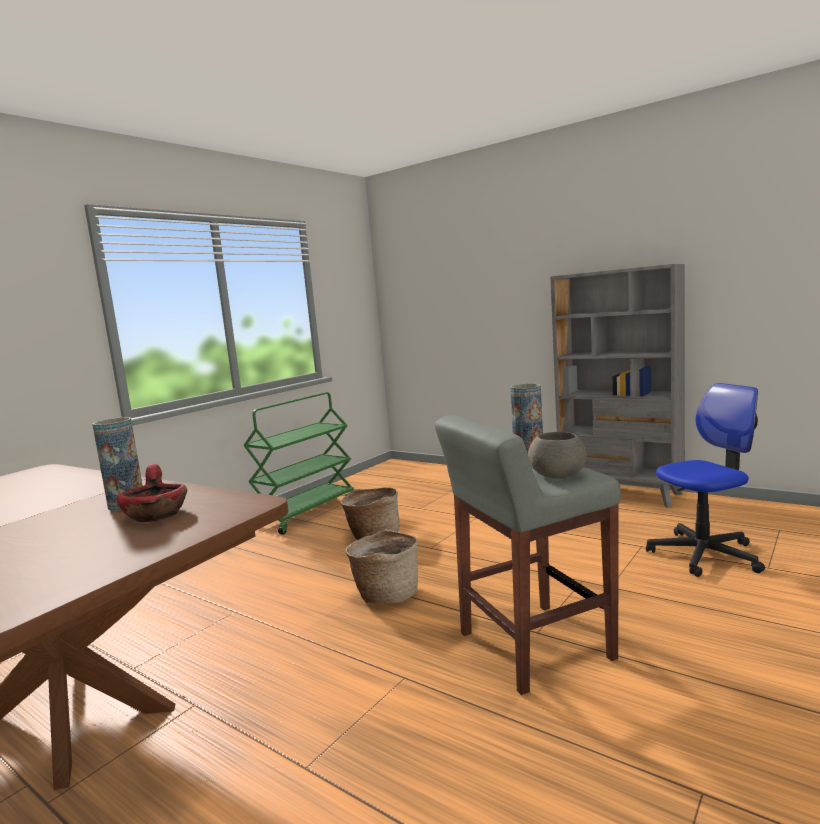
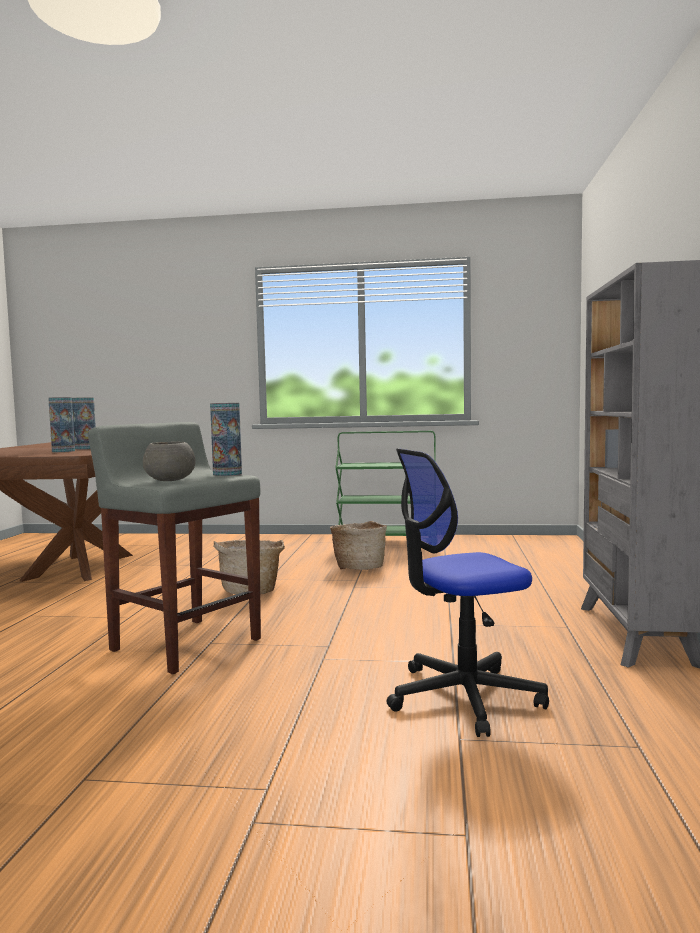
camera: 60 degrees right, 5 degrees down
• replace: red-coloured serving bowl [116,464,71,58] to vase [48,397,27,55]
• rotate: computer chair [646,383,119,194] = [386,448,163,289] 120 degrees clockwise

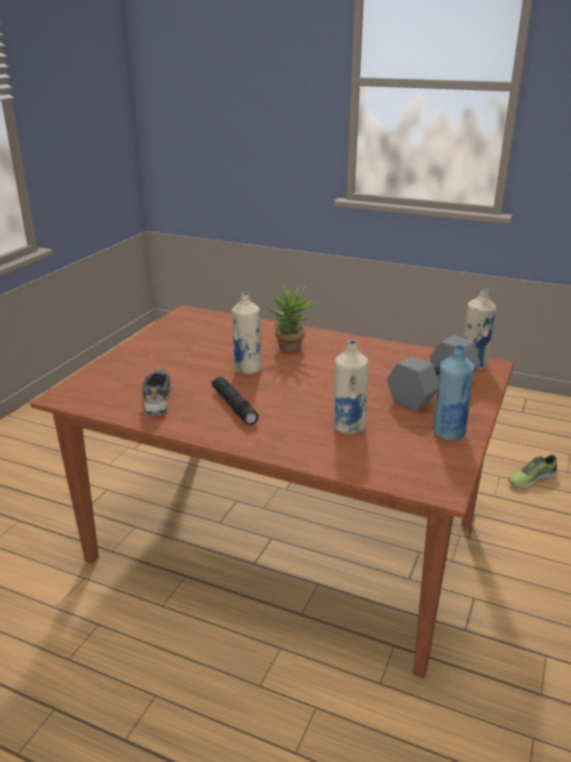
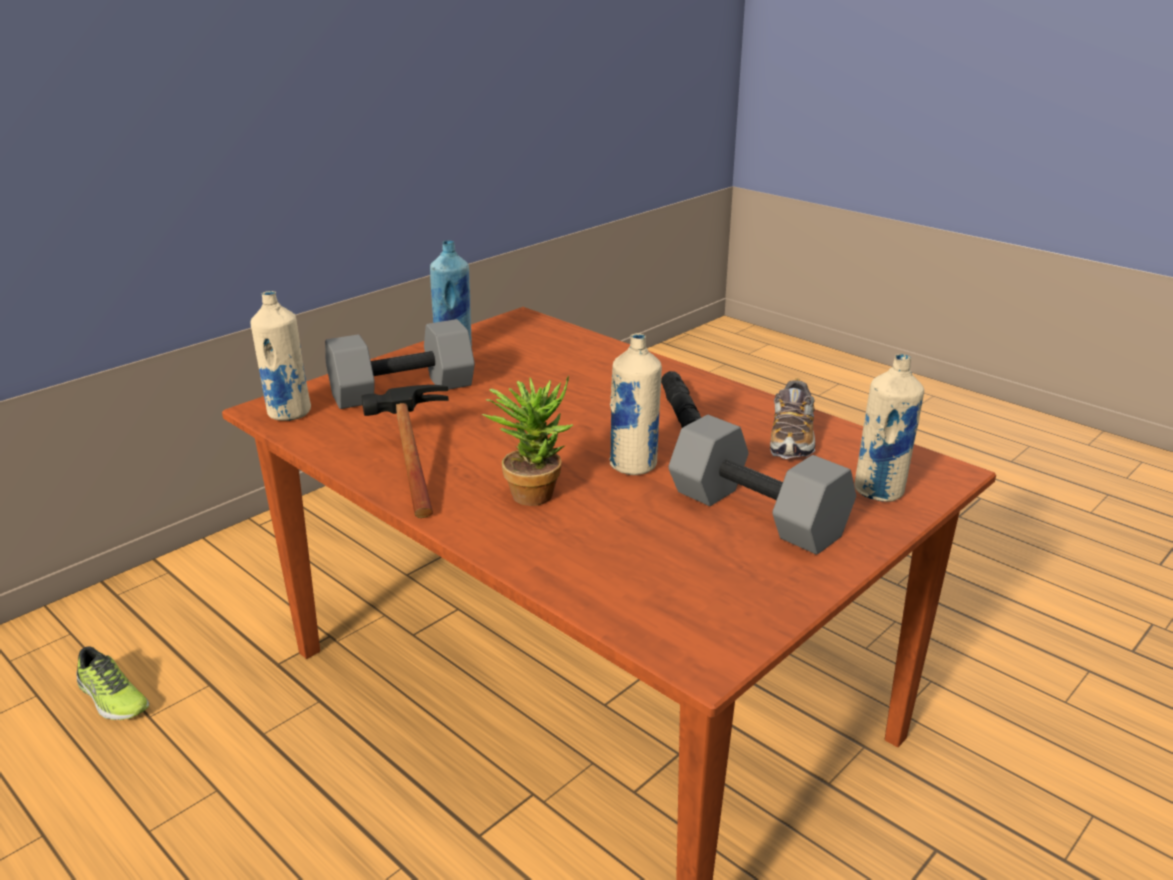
camera: 160 degrees left, 0 degrees up
• rotate: item of footwear [508,455,49,33] = [76,647,73,73] 45 degrees clockwise
• insert: hammer [361,385,87,133]
• insert: grey dumbbell [668,415,188,140]
• move: beige drink bottle [334,340,34,94] to [855,354,69,148]

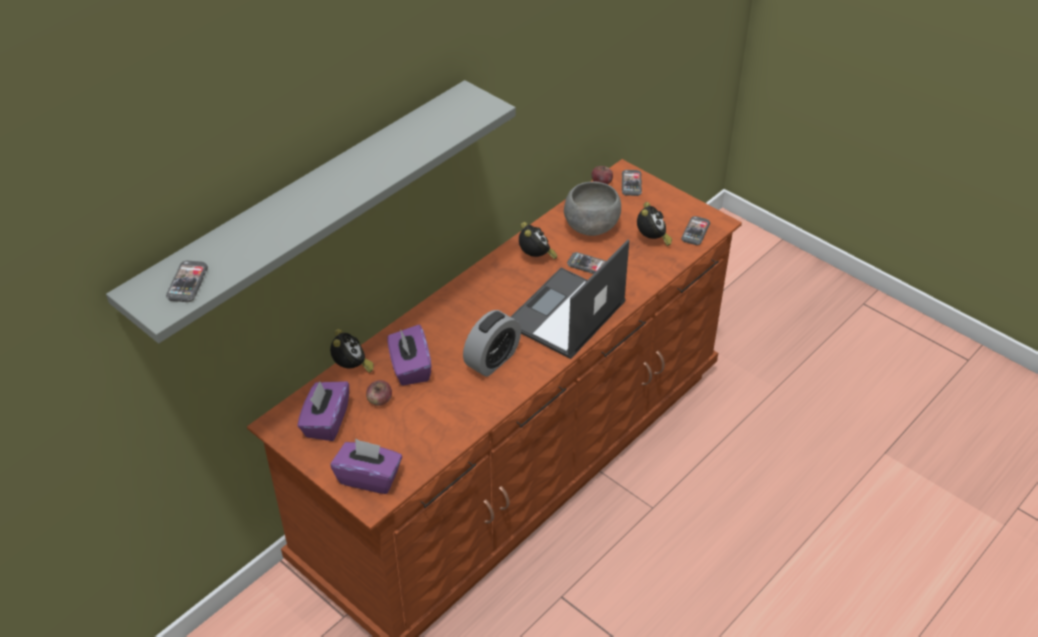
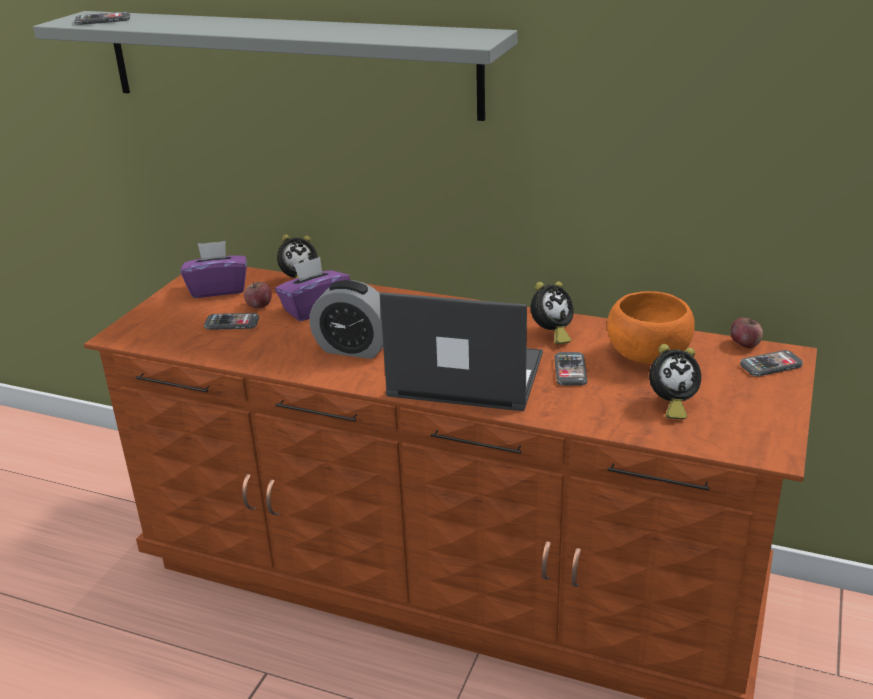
camera: 70 degrees right, 15 degrees down
• move: telephone [681,216,29,29] to [204,313,55,17]
• recolor: grey serving bowl [564,182,57,54] to orange serving bowl [607,291,88,73]
• delete: purple tissue box [331,438,71,56]

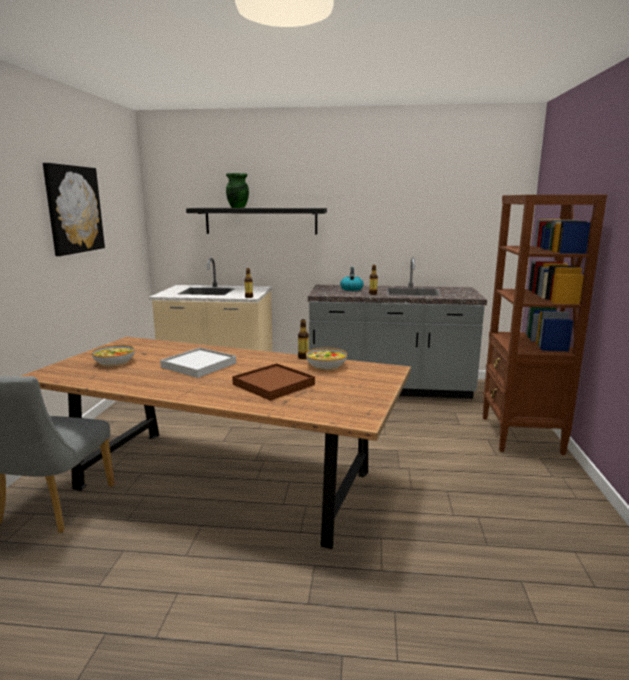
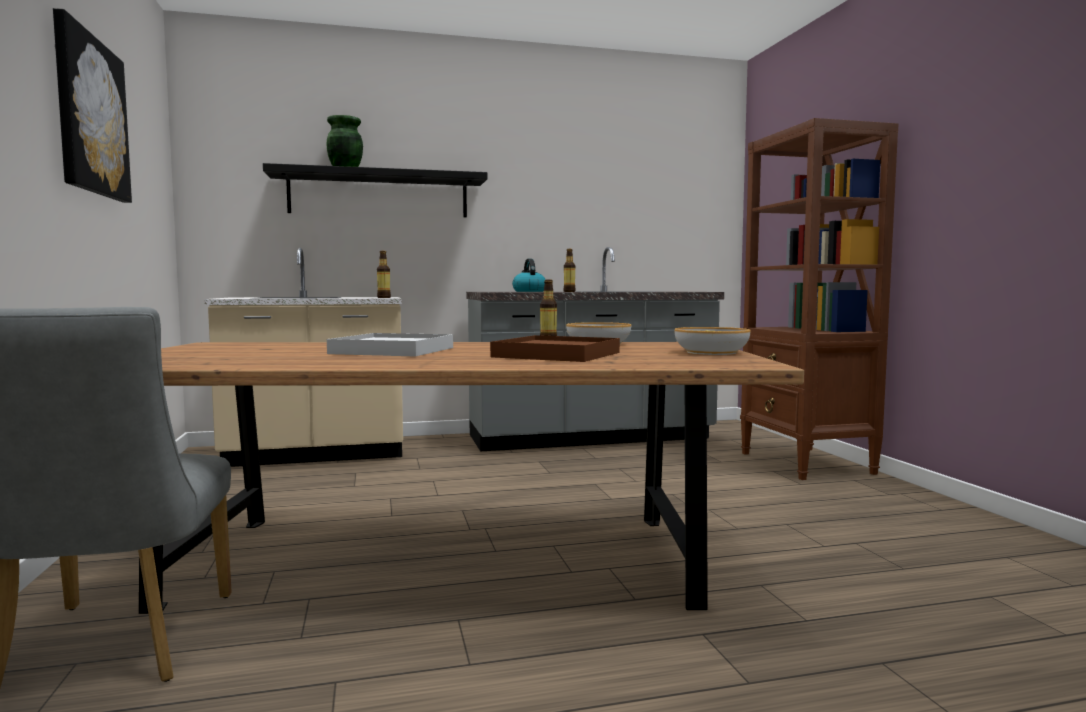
camera: 20 degrees left, 10 degrees down
• move: serving bowl [92,345,43,22] to [674,327,77,28]

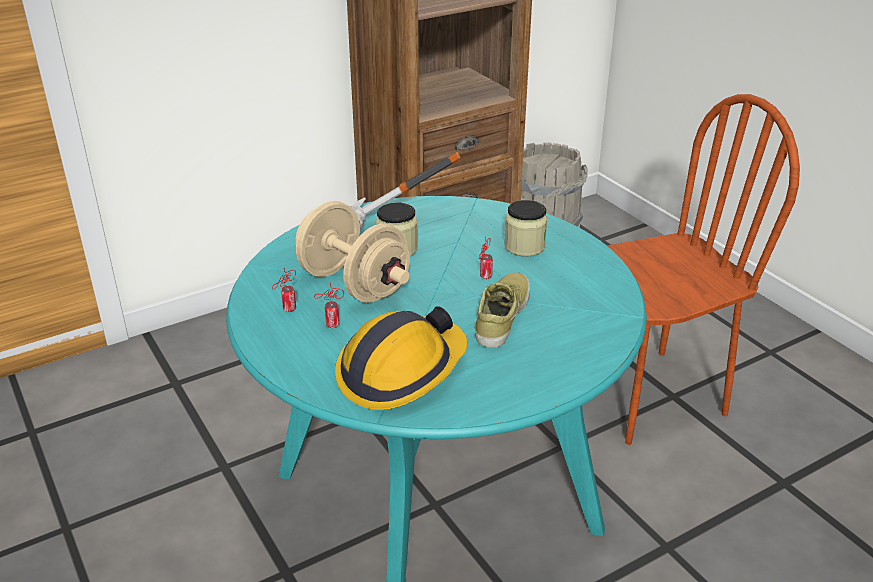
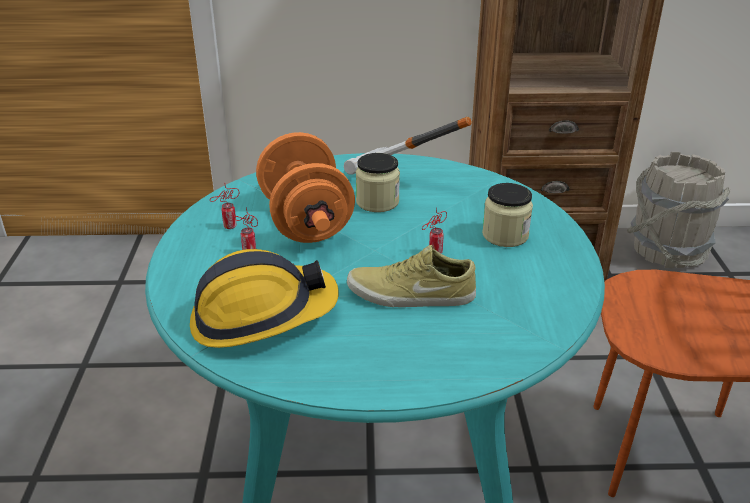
camera: 30 degrees right, 0 degrees up
• recolor: beige dumbbell [296,201,114,102] to orange dumbbell [256,132,99,111]
• rotate: beige item of footwear [475,272,55,76] = [347,245,129,62] 135 degrees counterclockwise

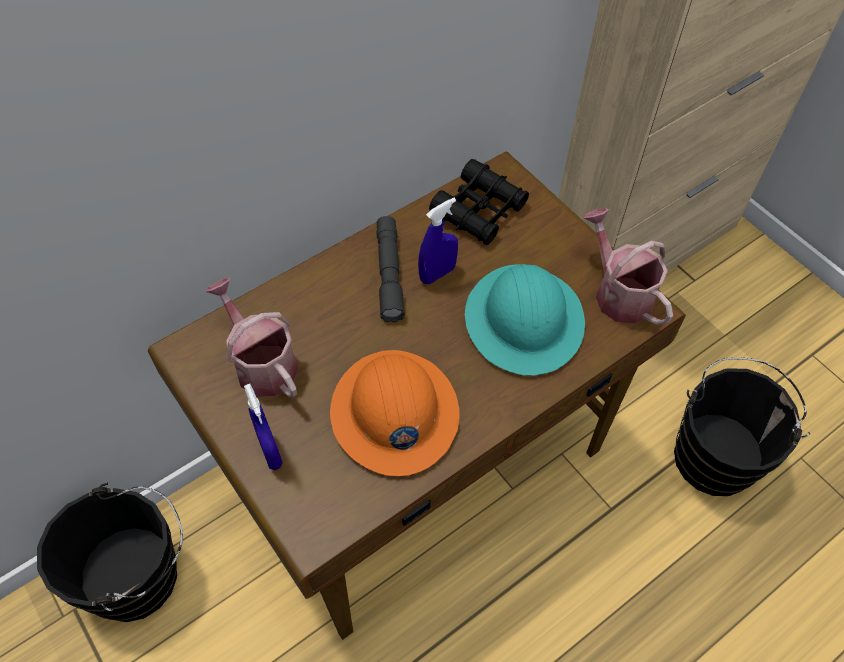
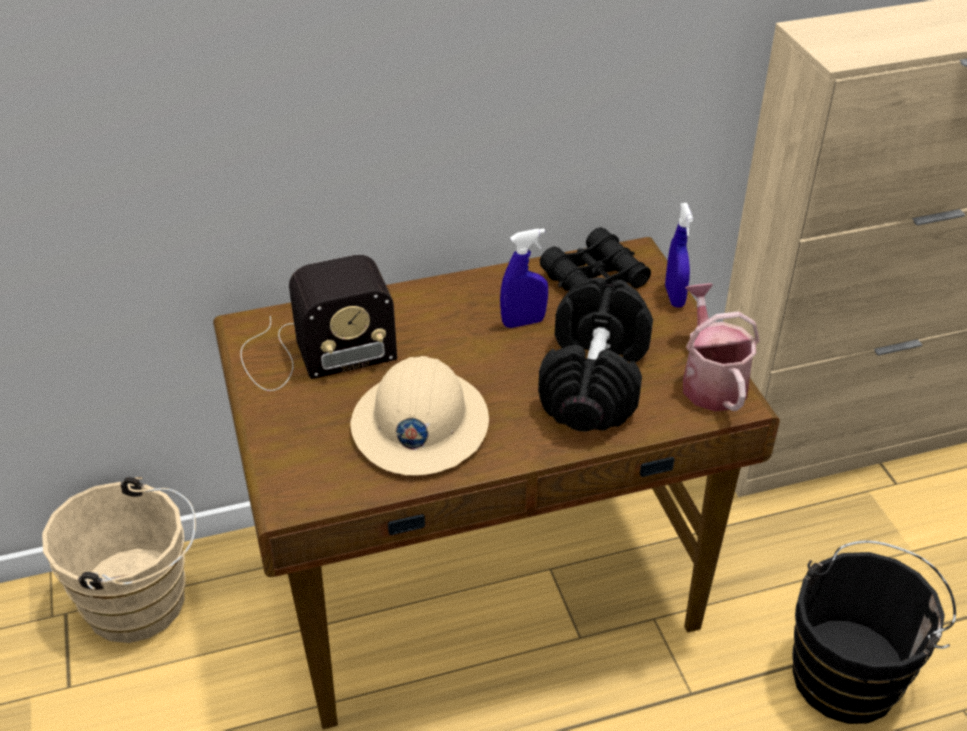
camera: 20 degrees right, 15 degrees down
• recolor: black pail [37,483,146,139] to beige pail [42,477,154,166]
• replace: watering can [205,278,93,120] to radio receiver [240,255,157,136]
• recolor: orange safety helmet [330,350,129,126] to beige safety helmet [350,356,139,120]
• replace: turquoise-coloured safety helmet [465,264,120,111] to black dumbbell [538,277,115,154]
• move: blue sprayer [244,384,39,86] to [665,203,28,104]
• delete: grey torch [376,216,29,106]

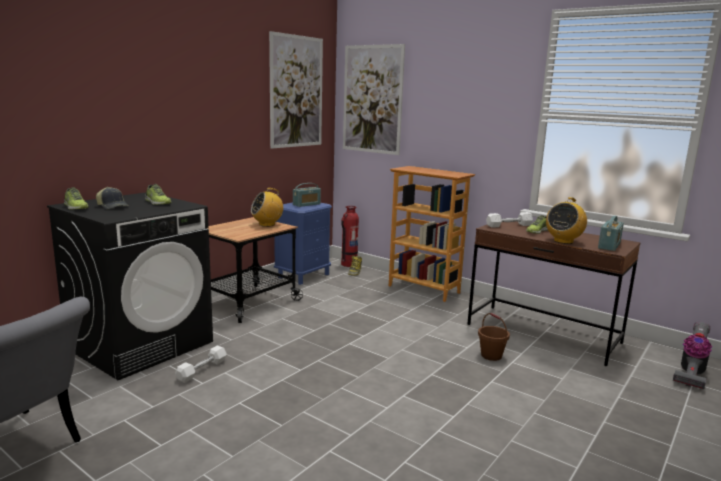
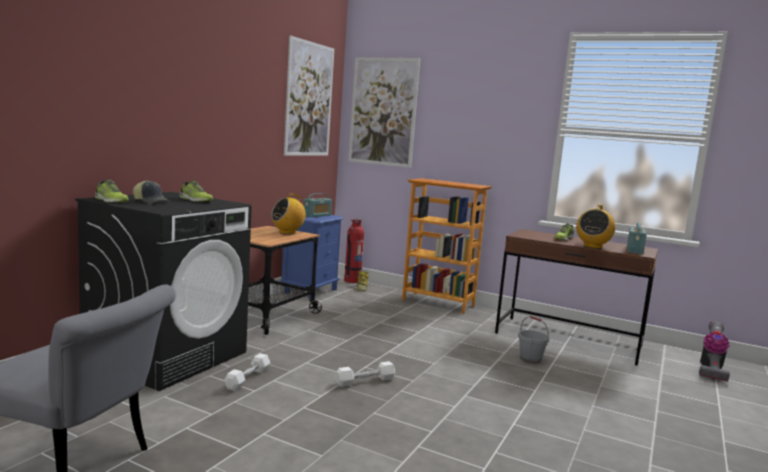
camera: 10 degrees left, 5 degrees down
• move: white dumbbell [486,212,47,16] to [335,361,60,26]
• recolor: brown pail [478,313,32,48] to grey pail [518,316,31,47]

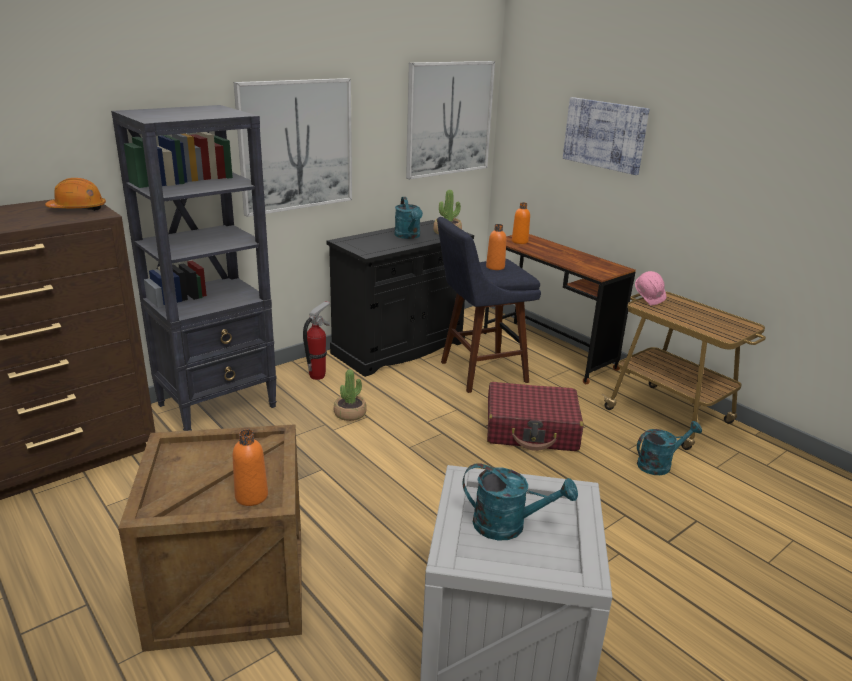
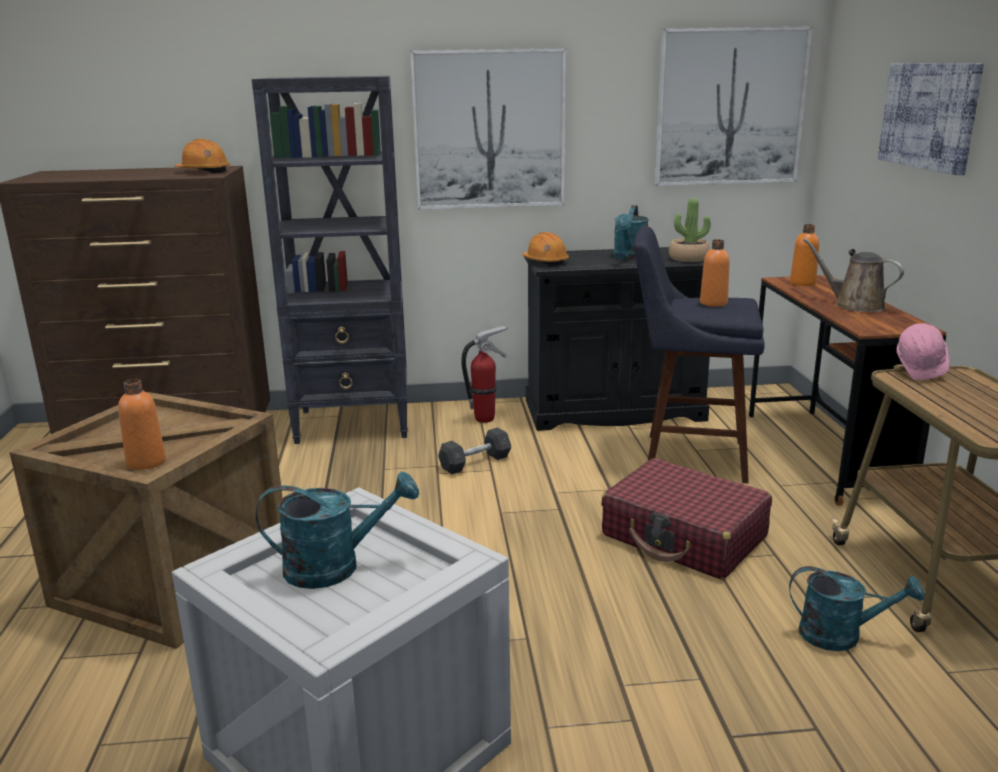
camera: 35 degrees right, 5 degrees down
• rotate: turquoise-coloured watering can [462,463,116,78] = [256,471,163,118] 60 degrees counterclockwise
• replace: plant in a pot [334,369,33,52] to grey dumbbell [438,427,73,47]
• insert: orange safety helmet [522,232,47,34]
• insert: brown watering can [803,238,101,74]

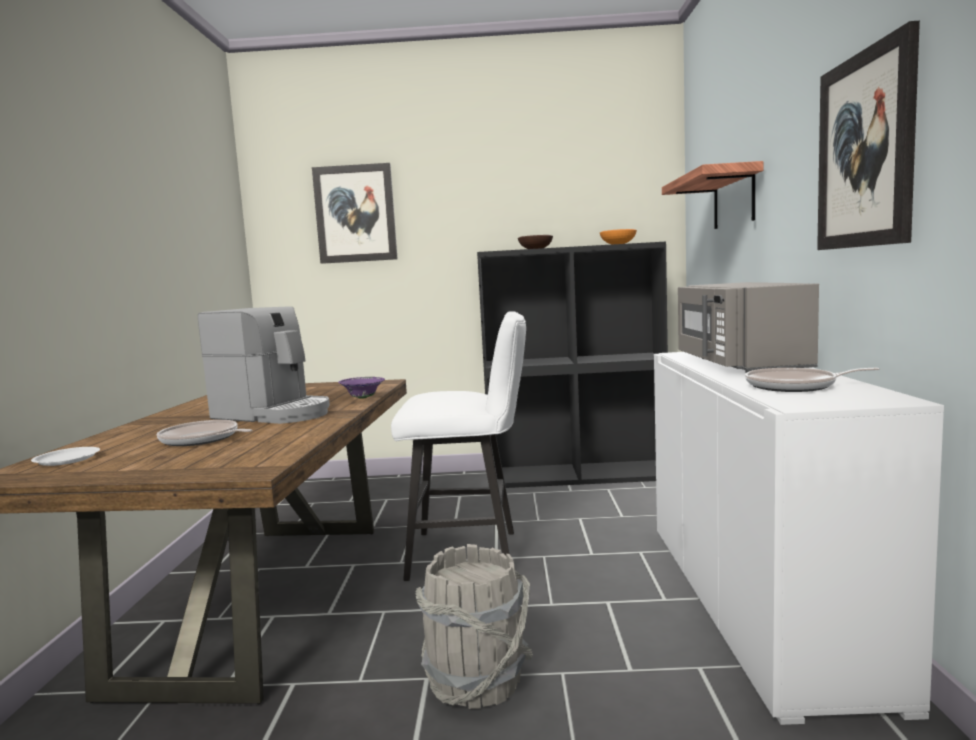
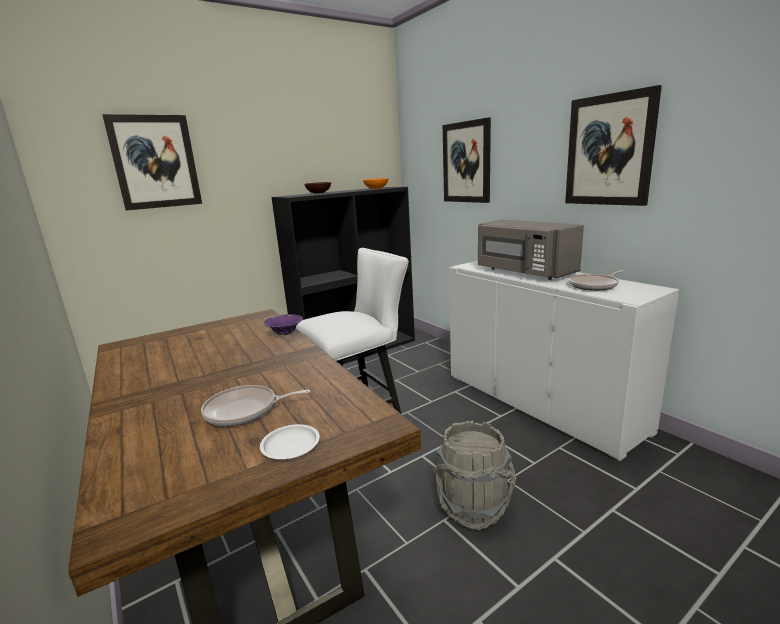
camera: 35 degrees left, 10 degrees up
• move: white flat dish [31,447,69,19] to [260,424,60,35]
• replace: shelf [662,161,101,68] to wall art [443,117,48,86]
• delete: coffee brewer [198,306,132,118]

